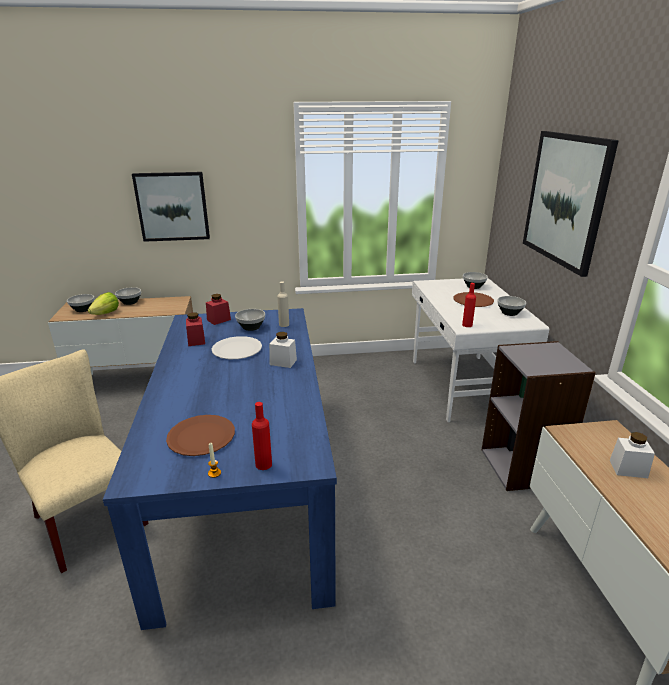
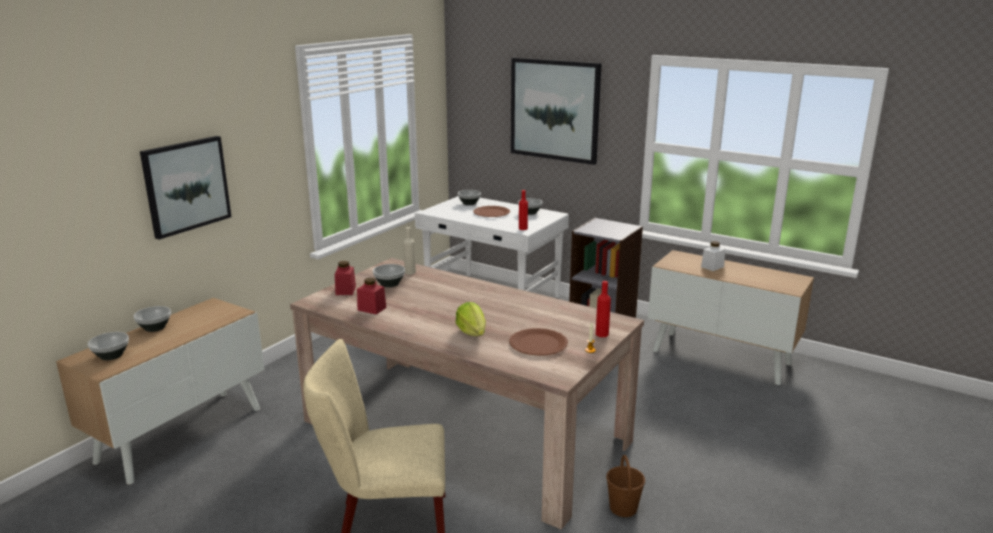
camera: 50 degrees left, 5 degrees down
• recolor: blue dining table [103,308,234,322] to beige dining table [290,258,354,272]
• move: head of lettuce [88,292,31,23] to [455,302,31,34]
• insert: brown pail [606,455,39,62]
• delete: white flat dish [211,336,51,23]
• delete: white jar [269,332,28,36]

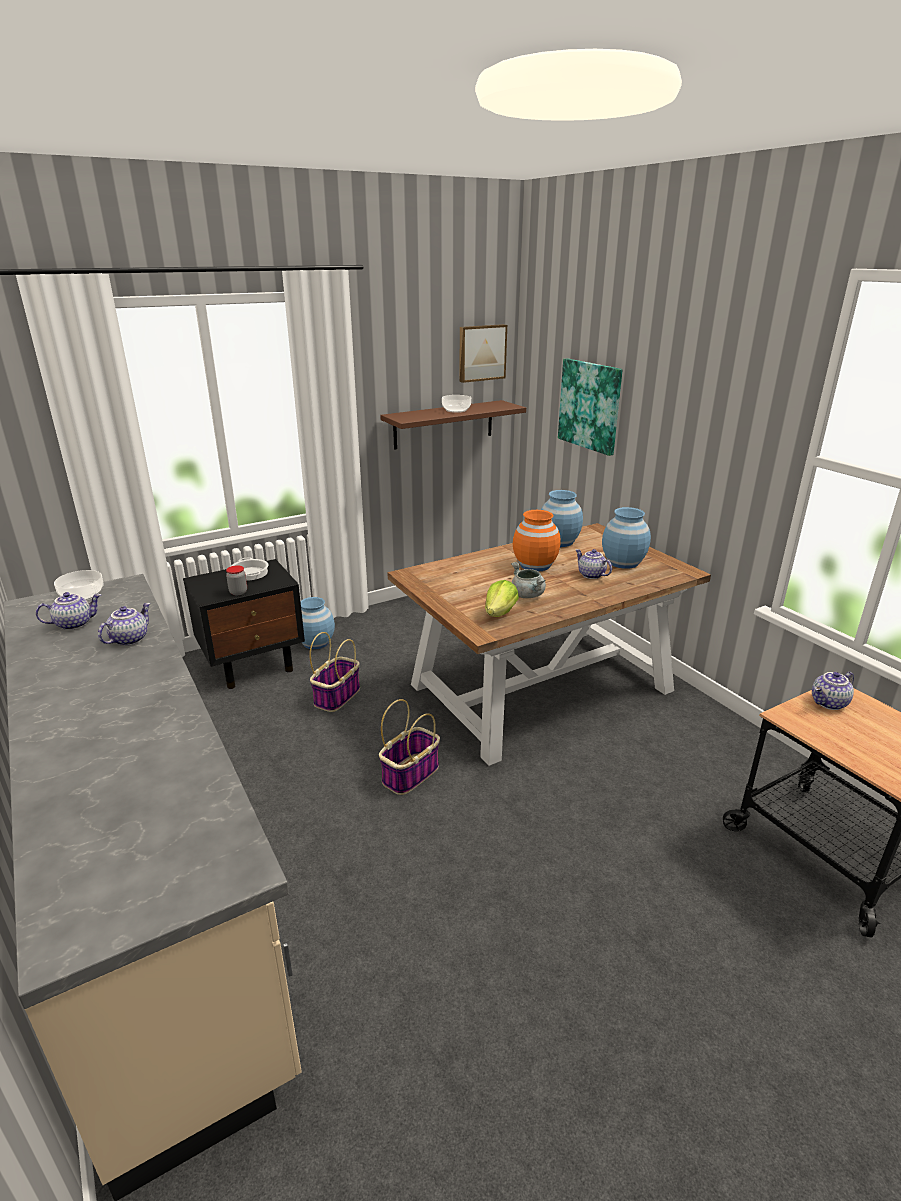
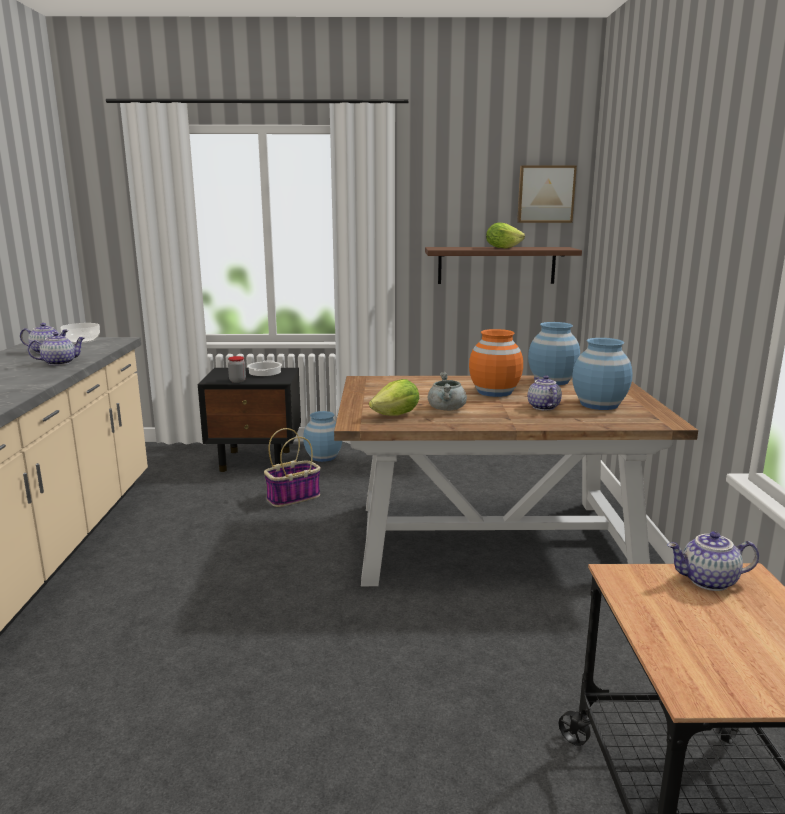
camera: 30 degrees right, 10 degrees down
• replace: serving bowl [442,395,29,18] to head of lettuce [486,223,39,26]
• delete: basket [379,699,61,96]
• delete: wall art [558,358,65,98]

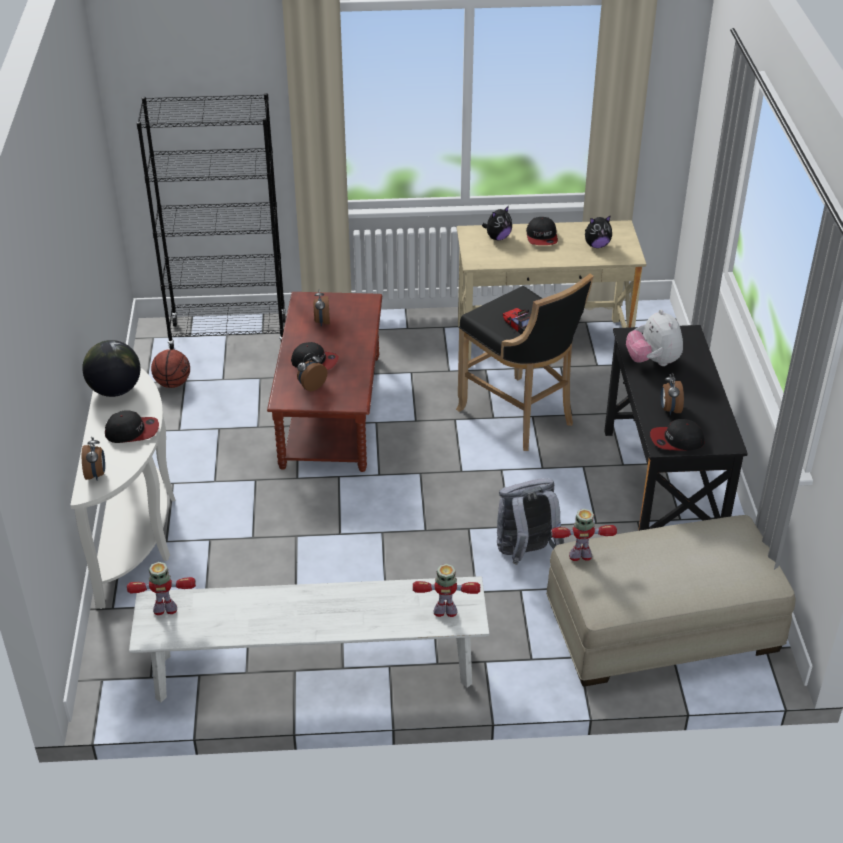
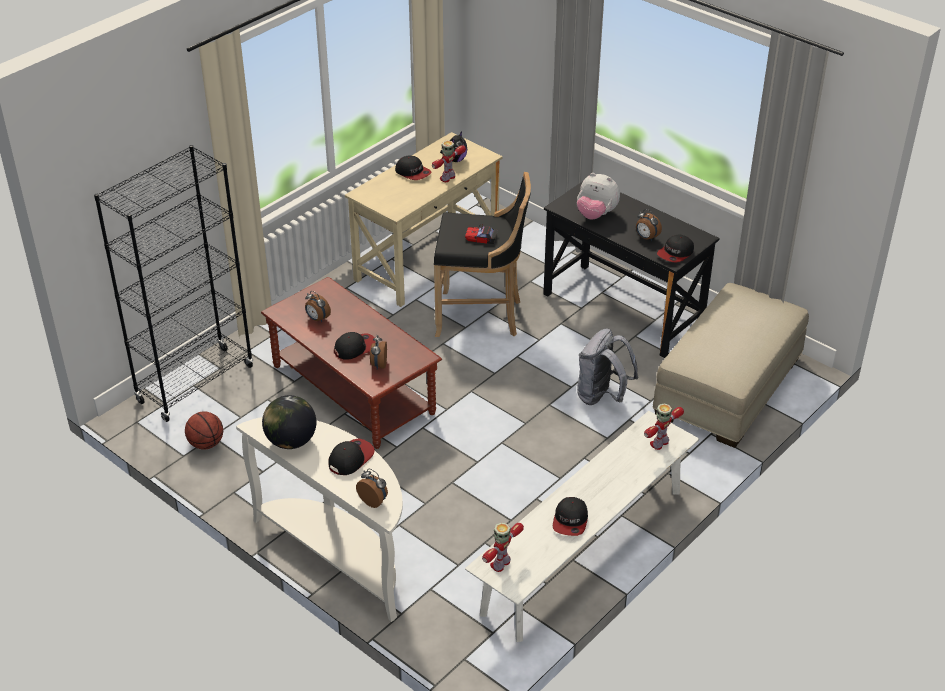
camera: 45 degrees left, 0 degrees up
• move: robot figure [551,509,66,52] to [432,140,34,42]
• insert: peaked cap [553,497,35,39]
• delete: soft toy [482,206,30,34]

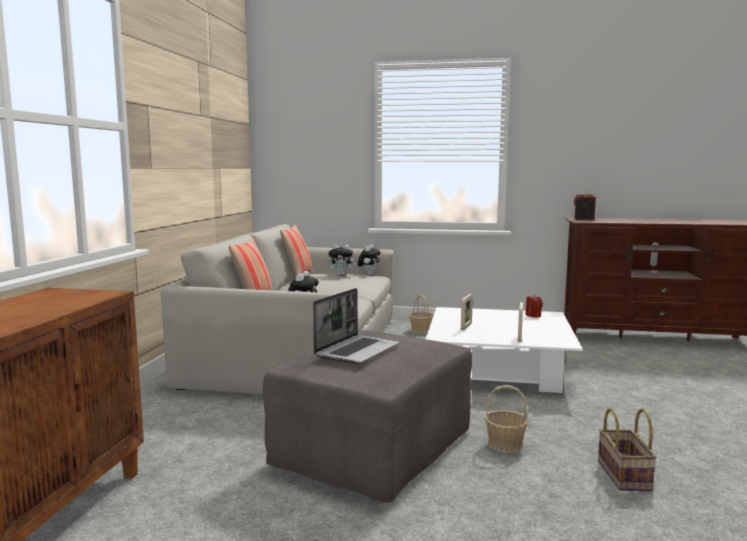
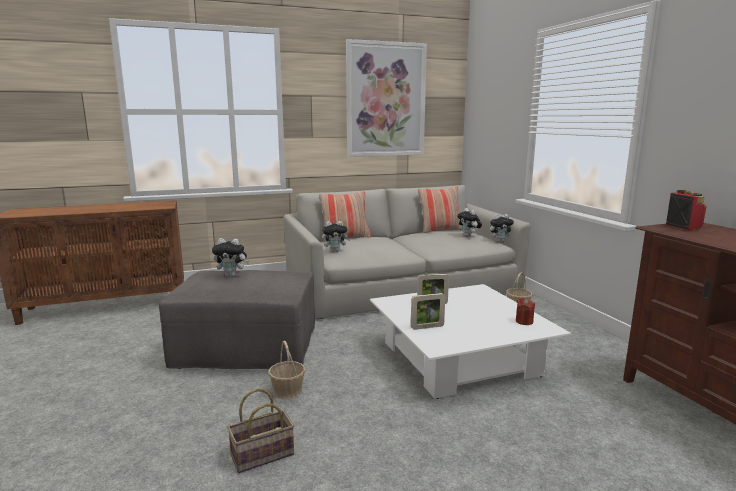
camera: 60 degrees right, 5 degrees up
• replace: notebook computer [313,288,87,76] to soft toy [212,238,37,39]
• insert: wall art [346,39,81,118]

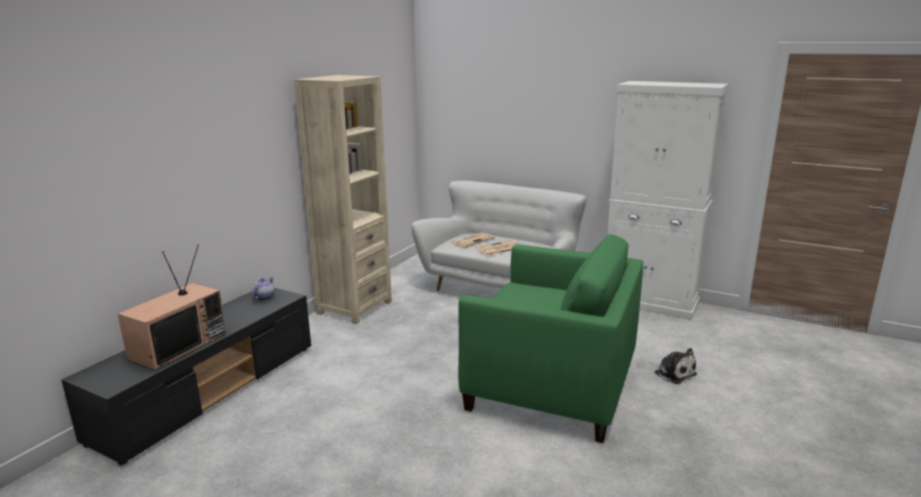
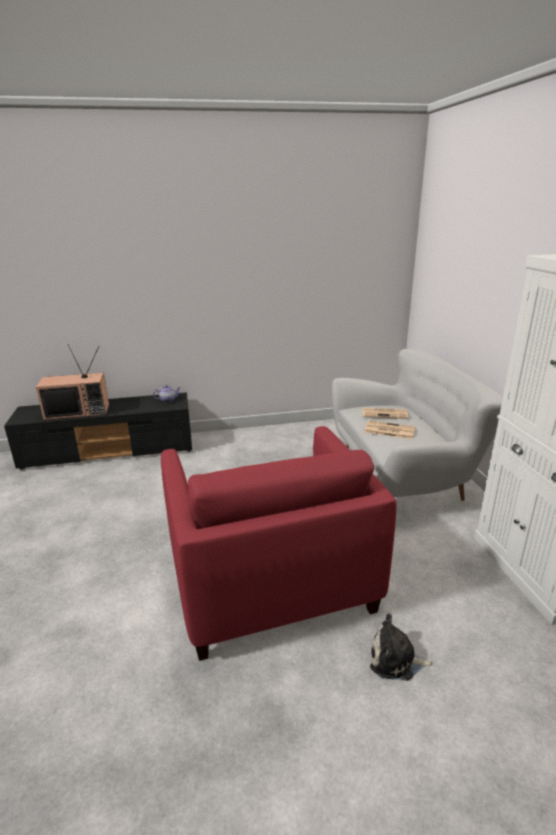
camera: 50 degrees right, 5 degrees up
• recolor: greenish lounge chair [458,234,185,209] to red-coloured lounge chair [161,426,236,235]
• rotate: soft toy [649,348,48,36] = [370,613,64,68] 90 degrees clockwise
• delete: beige shelving unit [294,75,98,249]

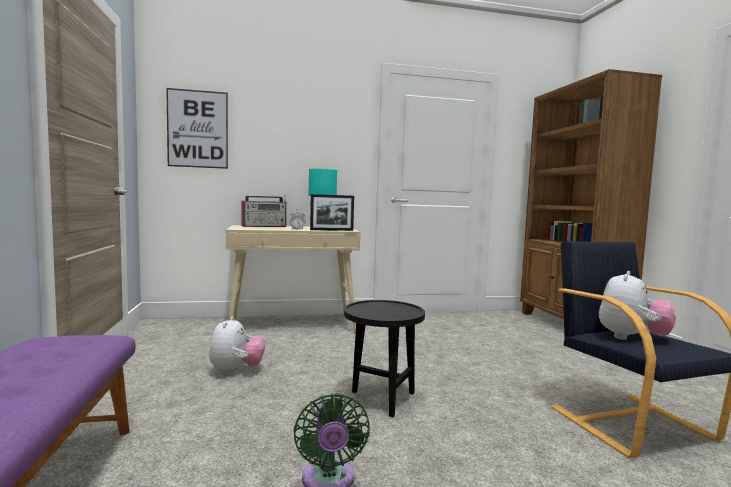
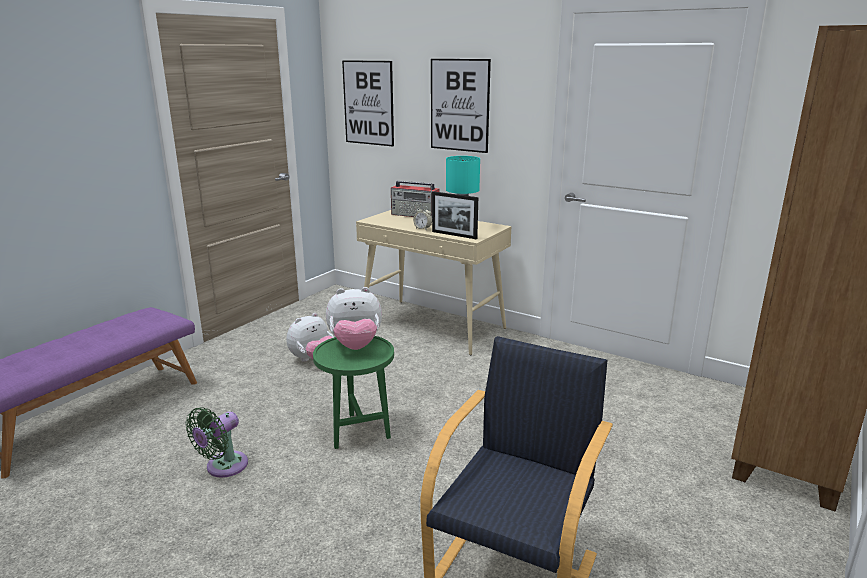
camera: 45 degrees right, 15 degrees up
• recolor: black end table [344,300,81,117] to greenish end table [313,336,81,113]
• move: soft toy [599,271,77,69] to [326,287,56,63]
• insert: wall art [431,59,60,94]

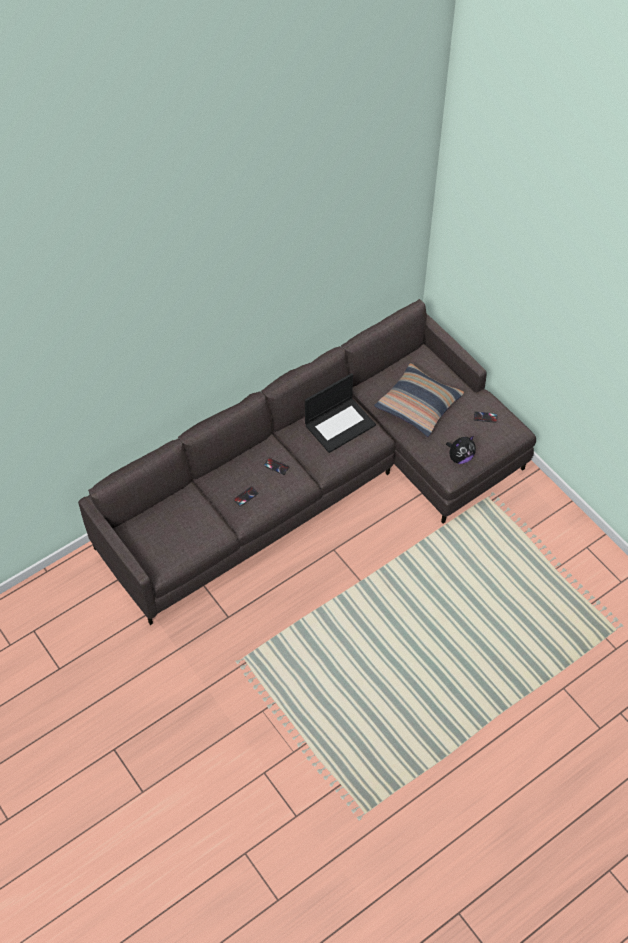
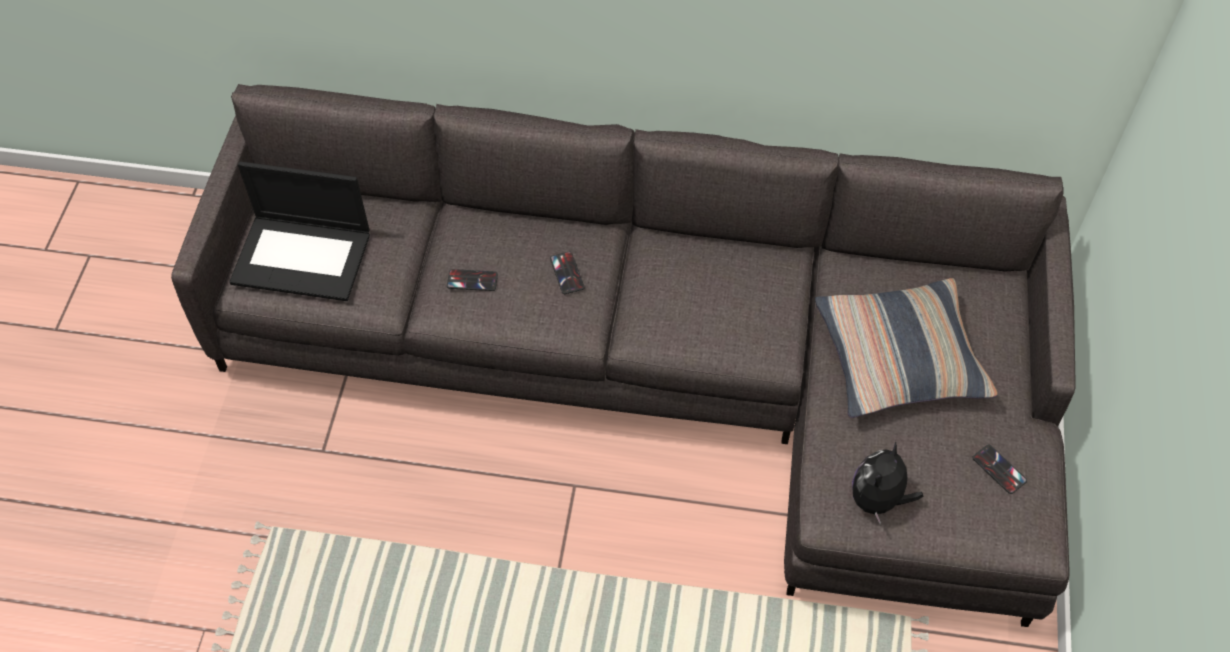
camera: 45 degrees right, 0 degrees up
• move: notebook computer [305,373,71,80] to [229,161,141,140]
• rotate: soft toy [446,436,30,28] = [852,441,72,84] 105 degrees clockwise

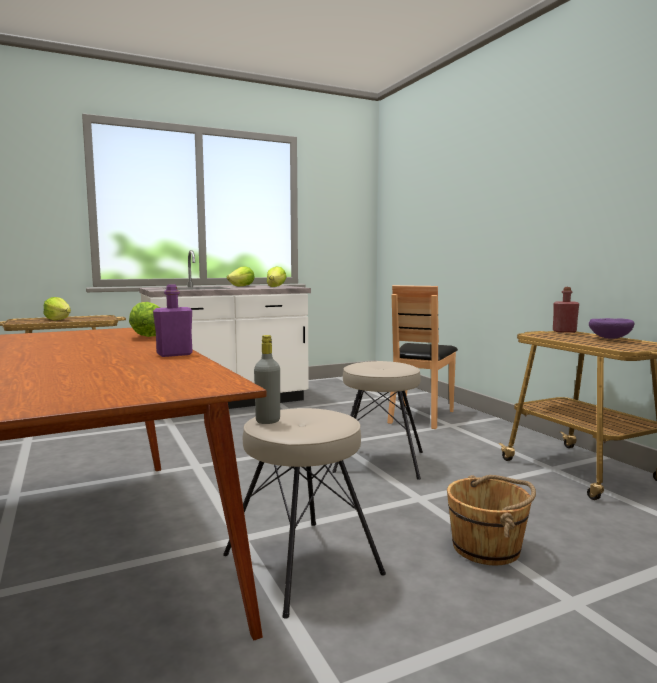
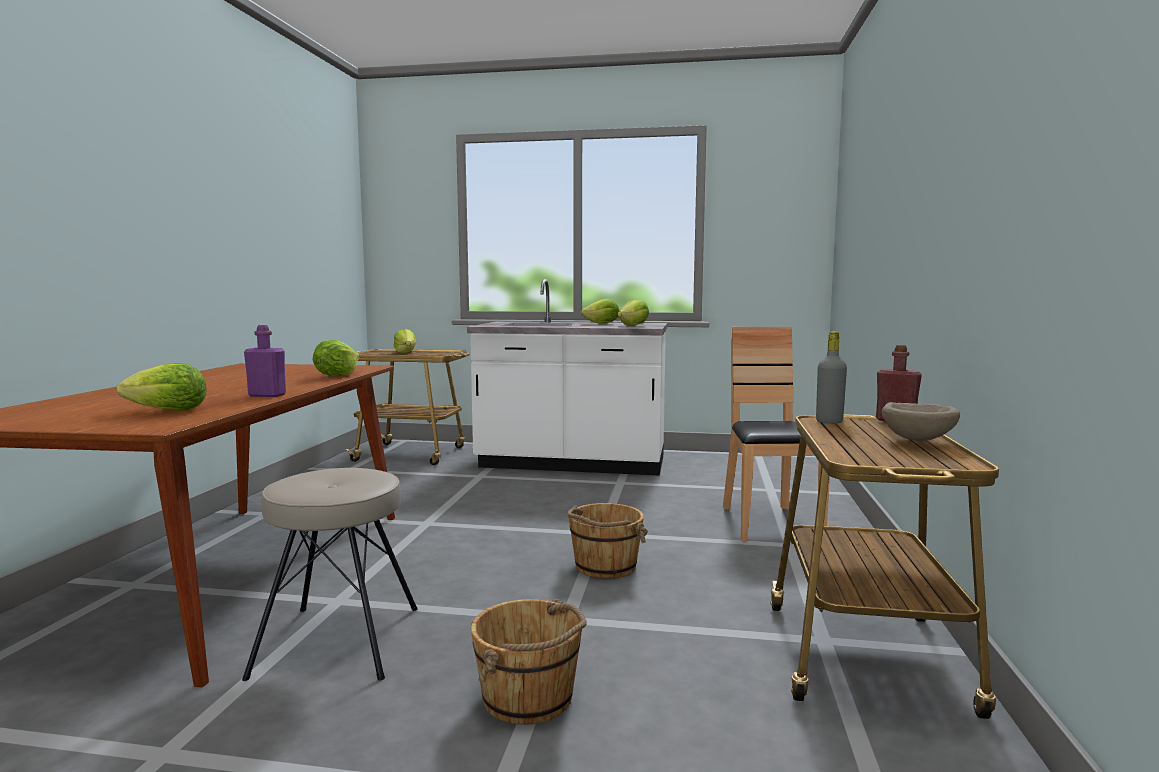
camera: 35 degrees right, 0 degrees up
• insert: head of lettuce [117,363,90,48]
• replace: beige stool [332,361,91,119] to brown pail [567,503,81,76]
• rotate: brown plain chair [387,285,71,144] = [723,327,107,215] 120 degrees clockwise
• move: grey drink bottle [254,335,26,89] to [816,332,31,92]
• recolor: purple serving bowl [589,318,45,21] to beige serving bowl [882,402,78,39]

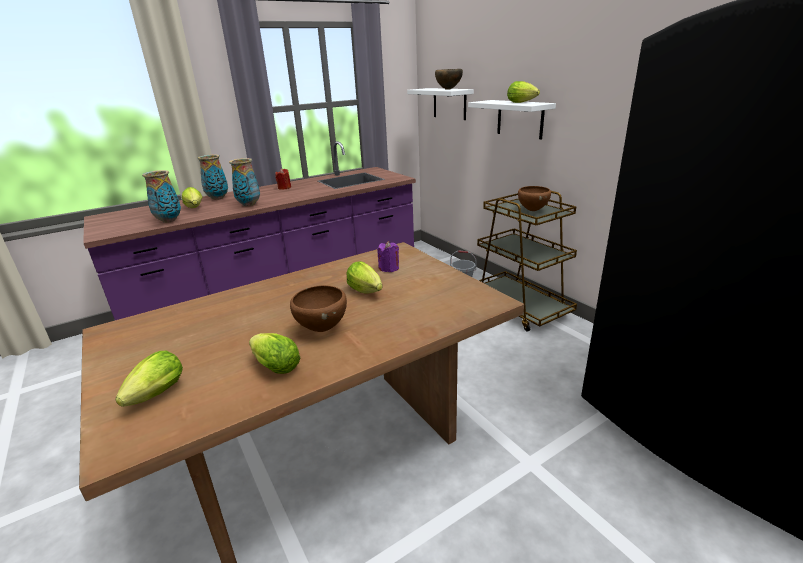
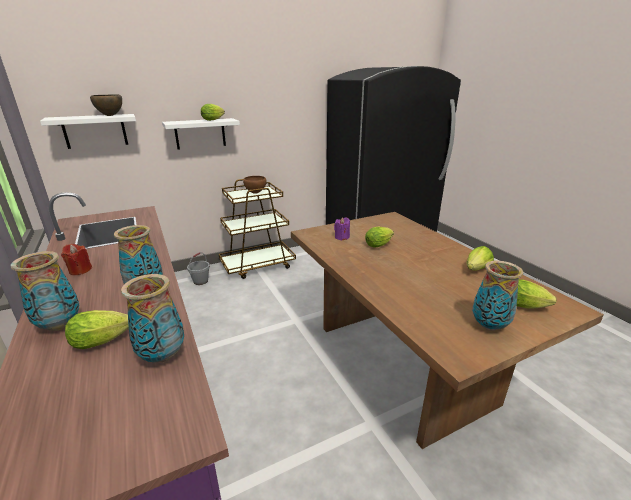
camera: 85 degrees left, 0 degrees up
• insert: vase [472,261,51,70]
• delete: brown serving bowl [290,285,57,47]

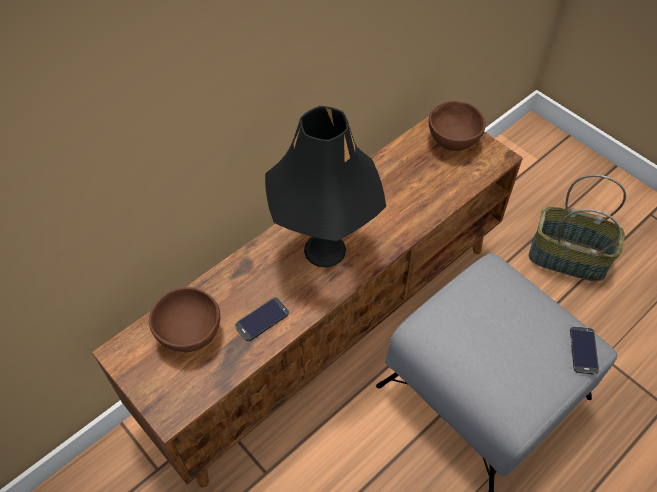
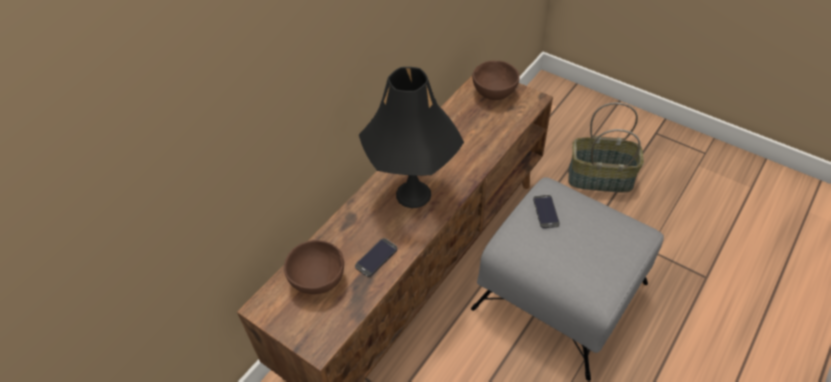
camera: 10 degrees left, 5 degrees down
• move: telephone [570,326,29,48] to [533,195,27,33]

